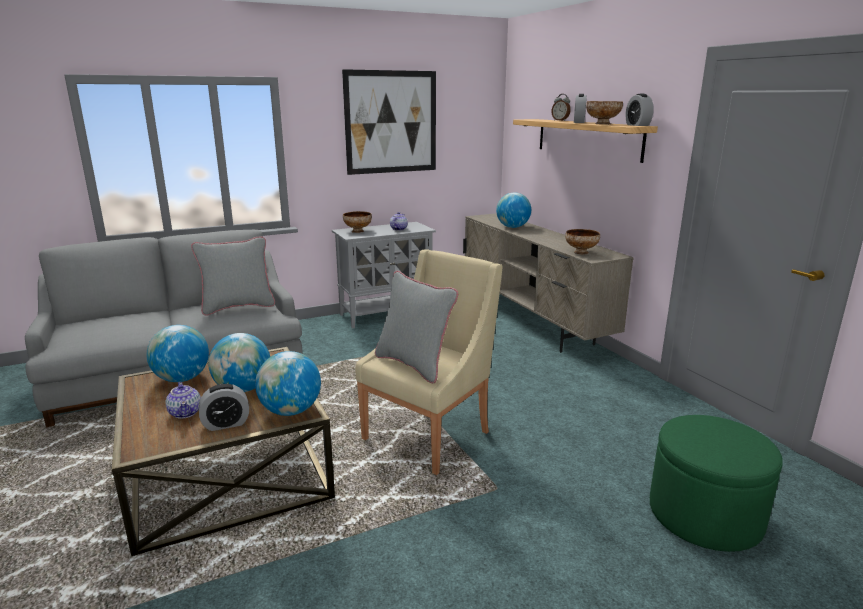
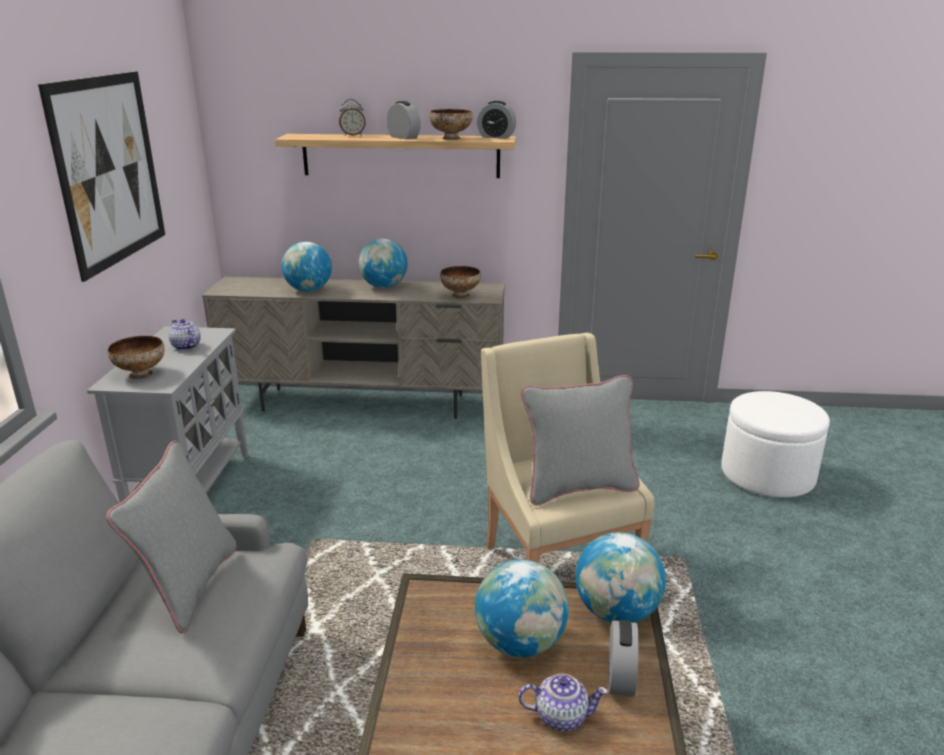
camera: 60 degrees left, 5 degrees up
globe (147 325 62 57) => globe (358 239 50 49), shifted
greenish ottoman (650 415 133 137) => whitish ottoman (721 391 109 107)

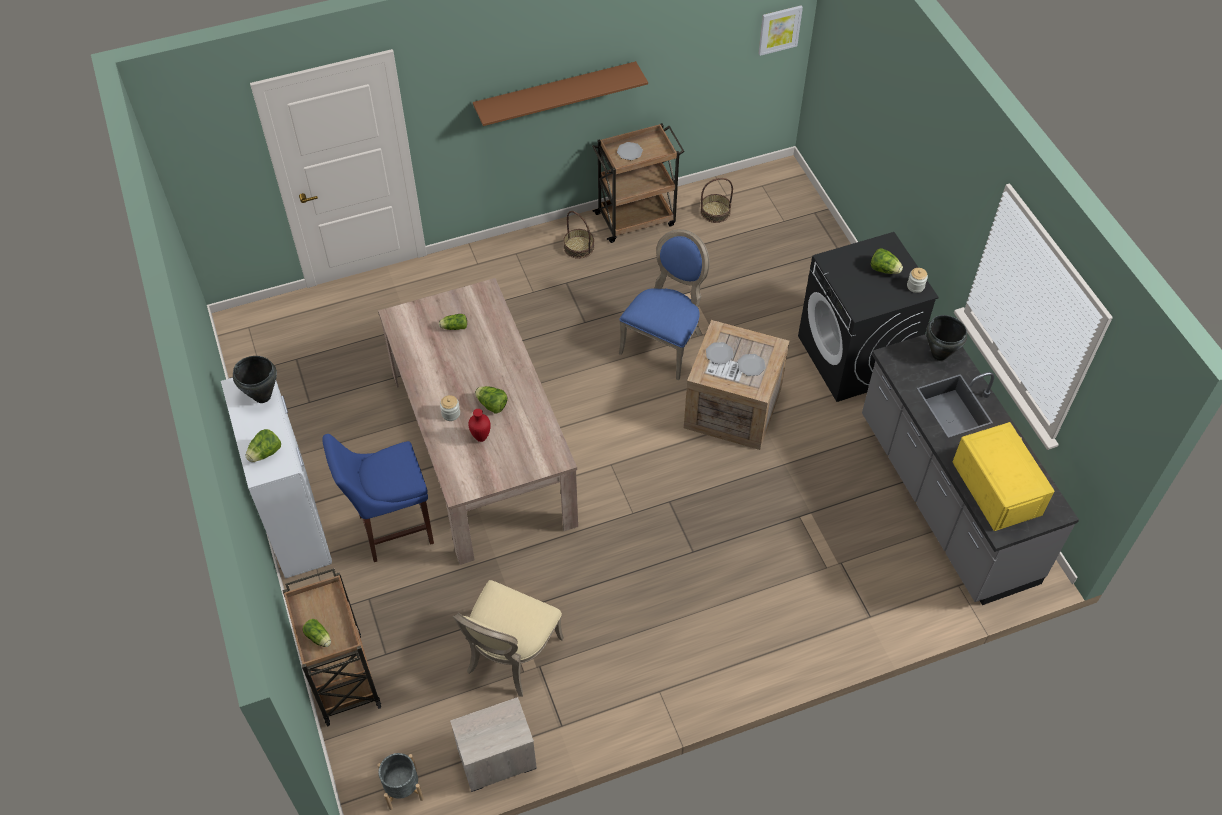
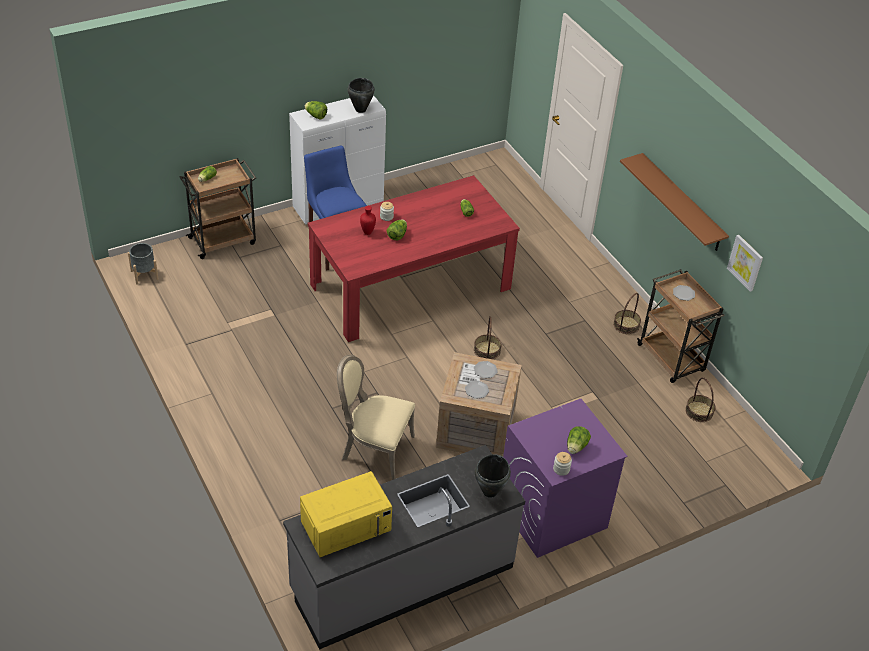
camera: 80 degrees right, 10 degrees down
sand-coloured dinner table (378 278 200 287) => red dinner table (308 175 212 167)
night table (450 697 87 95) => nothing
sand-coloured chair (453 580 111 117) => sand-coloured chair (337 355 78 125), shifted
blue-coloured chair (619 229 91 151) => nothing
wall art (759 5 44 51) => wall art (727 235 36 57), shifted
blackish laundry machine (798 232 141 170) => purple laundry machine (503 399 125 159)
nothing => basket (474 316 28 44)

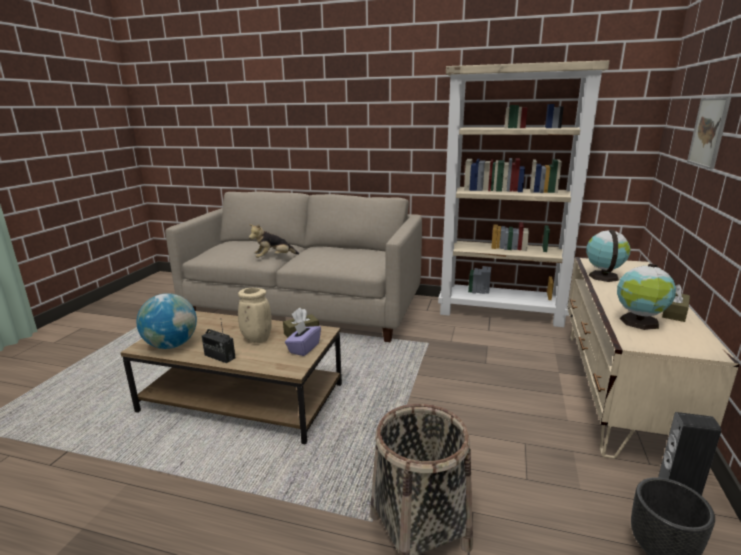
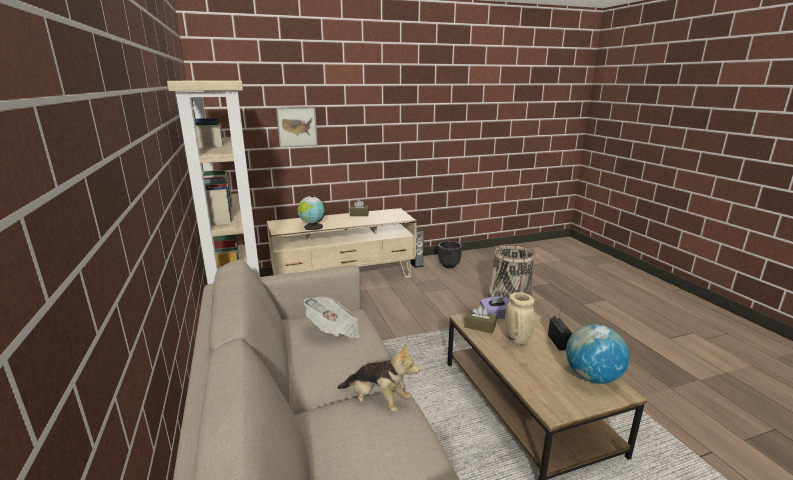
camera: 125 degrees left, 0 degrees up
globe (617 264 59 66) => nothing
nothing => newspaper (303 297 57 42)

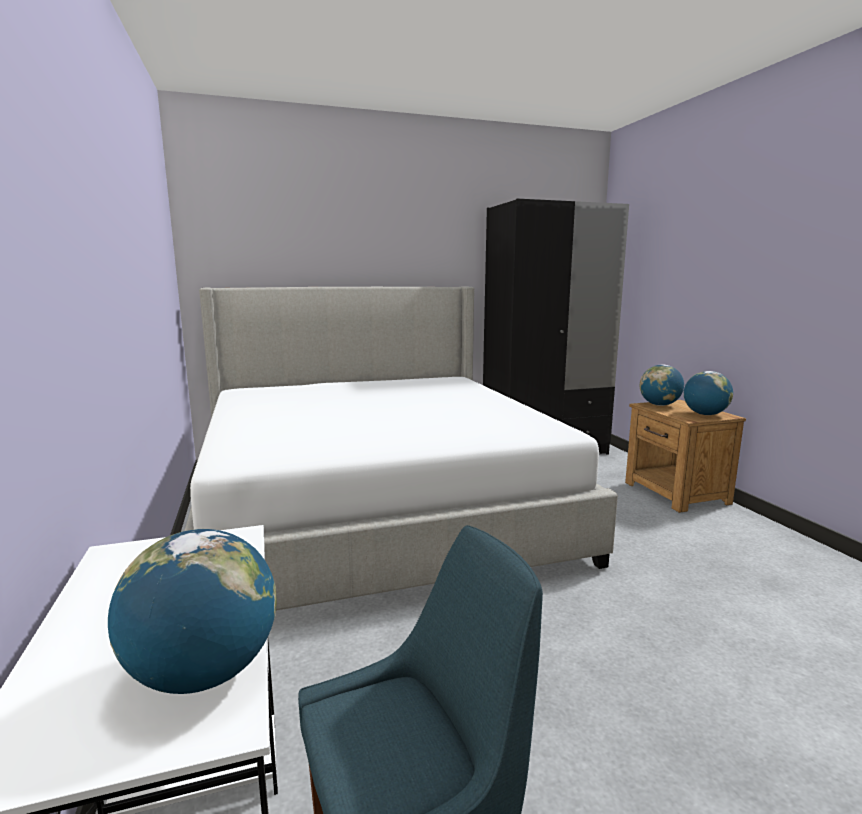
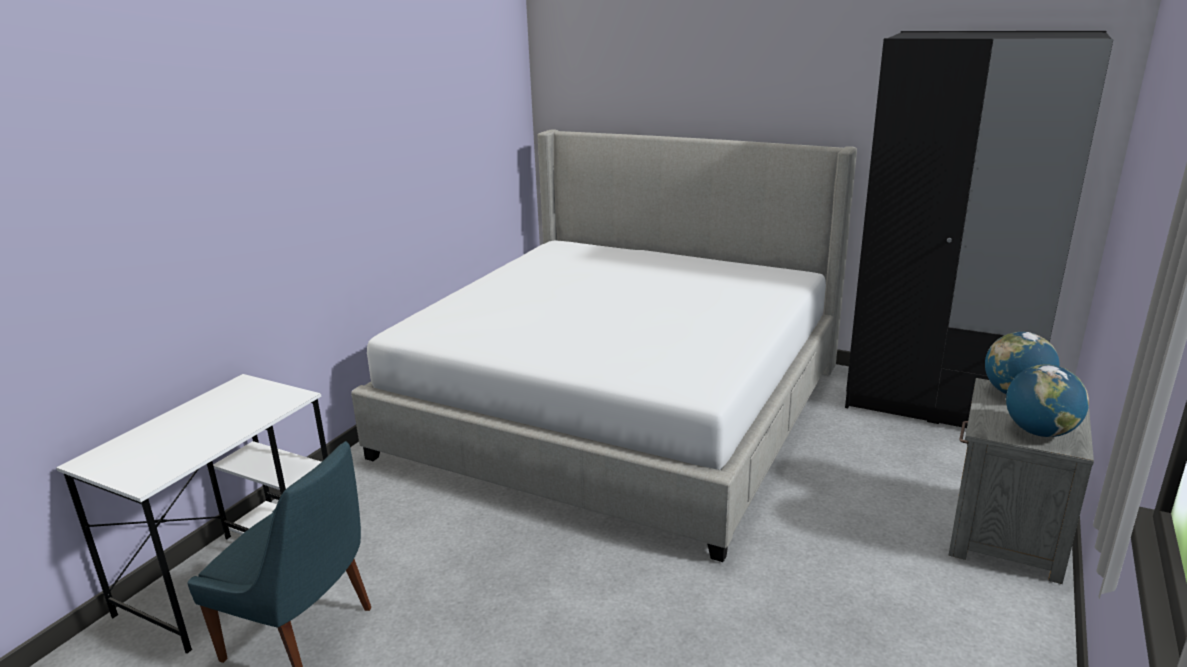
camera: 45 degrees right, 10 degrees up
globe (108 529 168 165) => nothing
brown-coloured night table (625 400 121 113) => grey night table (948 378 146 206)

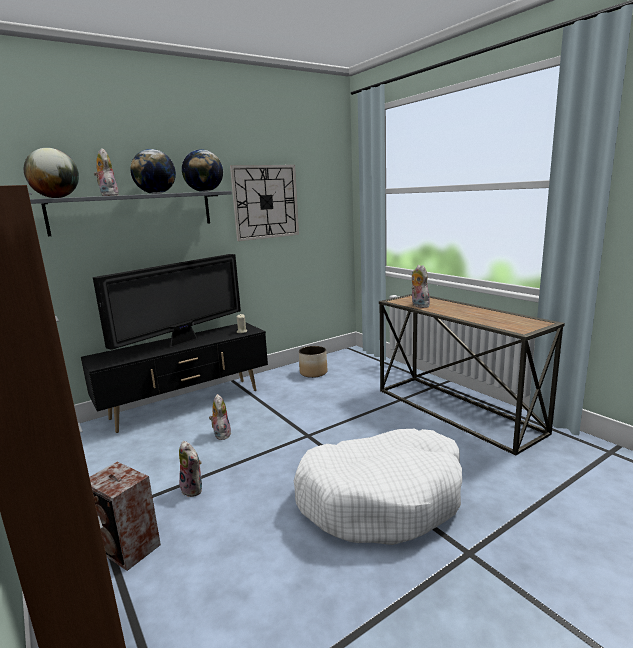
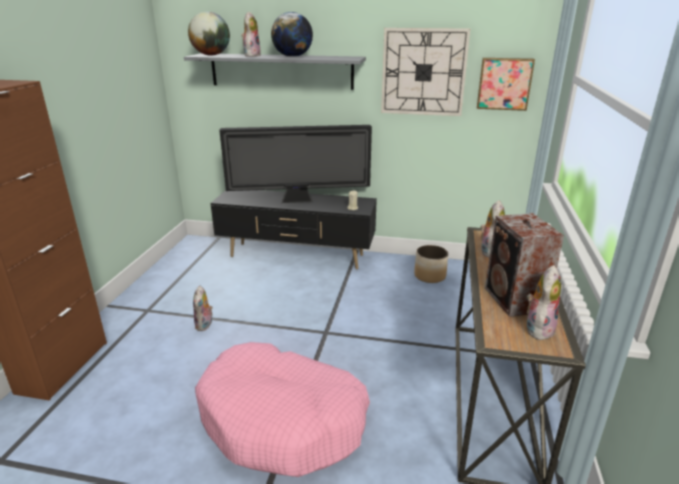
camera: 45 degrees right, 10 degrees up
loudspeaker (90 462 71 109) => loudspeaker (485 213 79 104), shifted
globe (182 149 41 43) => nothing
soft toy (209 394 22 46) => soft toy (527 265 34 75), shifted
whitish dog cushion (294 429 168 116) => pink dog cushion (195 342 175 135)
nothing => wall art (477 58 58 53)

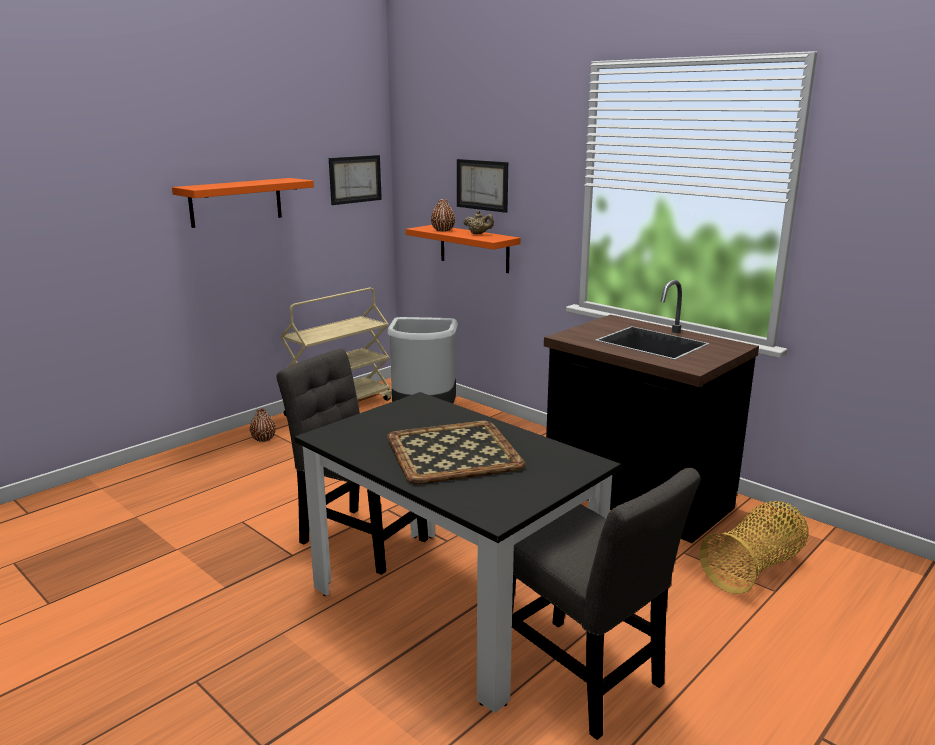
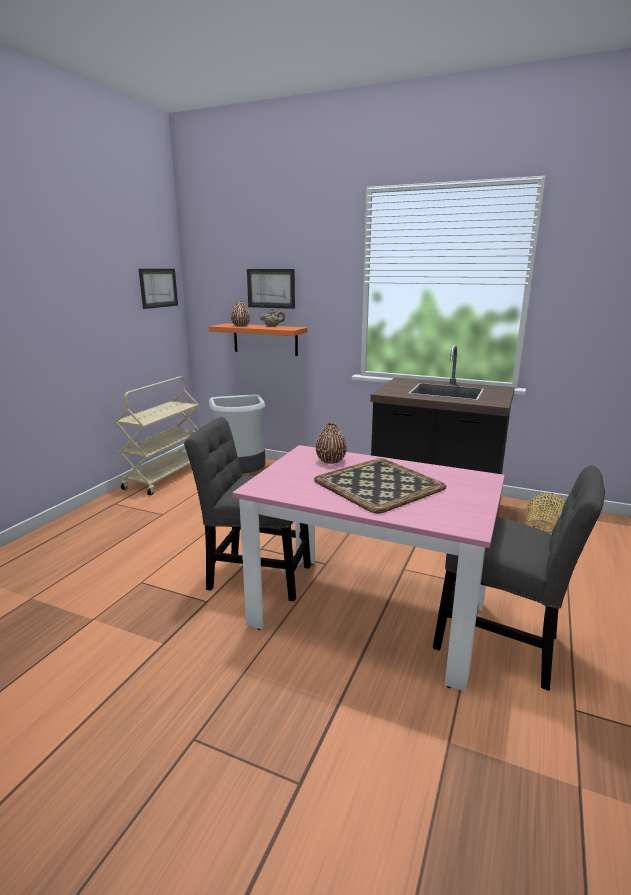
camera: 20 degrees left, 0 degrees up
orange-coloured wall shelf (172 178 142 50) => nothing
brown-coloured decorative vase (250 409 26 33) => brown-coloured decorative vase (316 422 31 42), shifted
blackish dinner table (295 392 326 321) => pink dinner table (232 445 273 247)

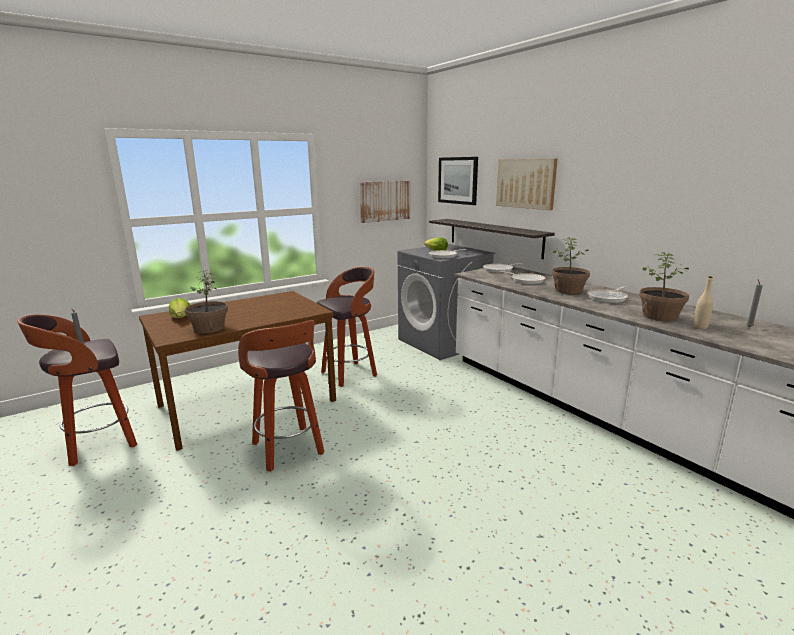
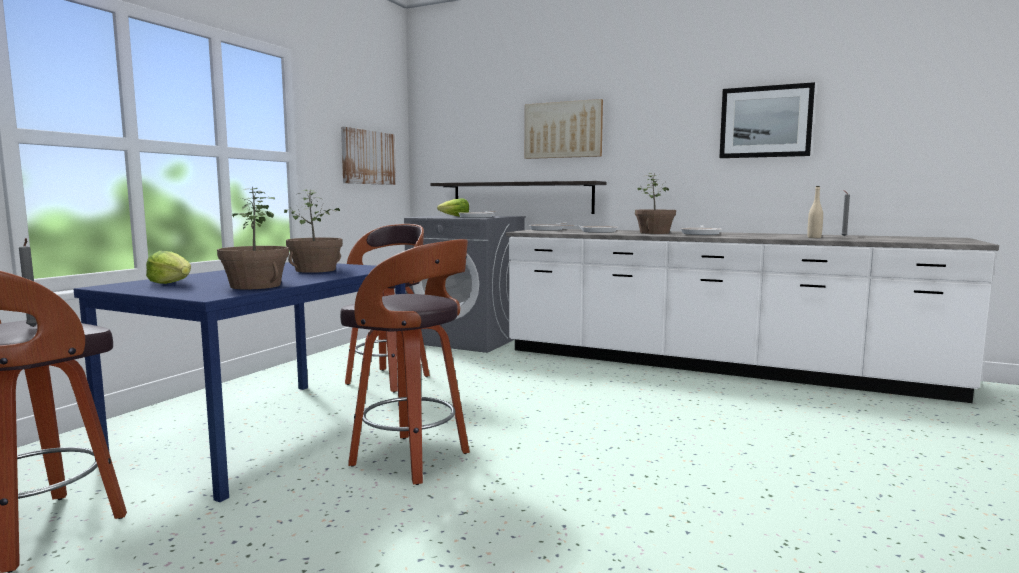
camera: 30 degrees left, 10 degrees down
brown-coloured dinner table (139 291 197 160) => blue-coloured dinner table (74 262 332 240)
wall art (438 157 40 48) => wall art (719 82 96 76), shifted
houseplant (639 252 50 69) => houseplant (284 190 59 83), shifted

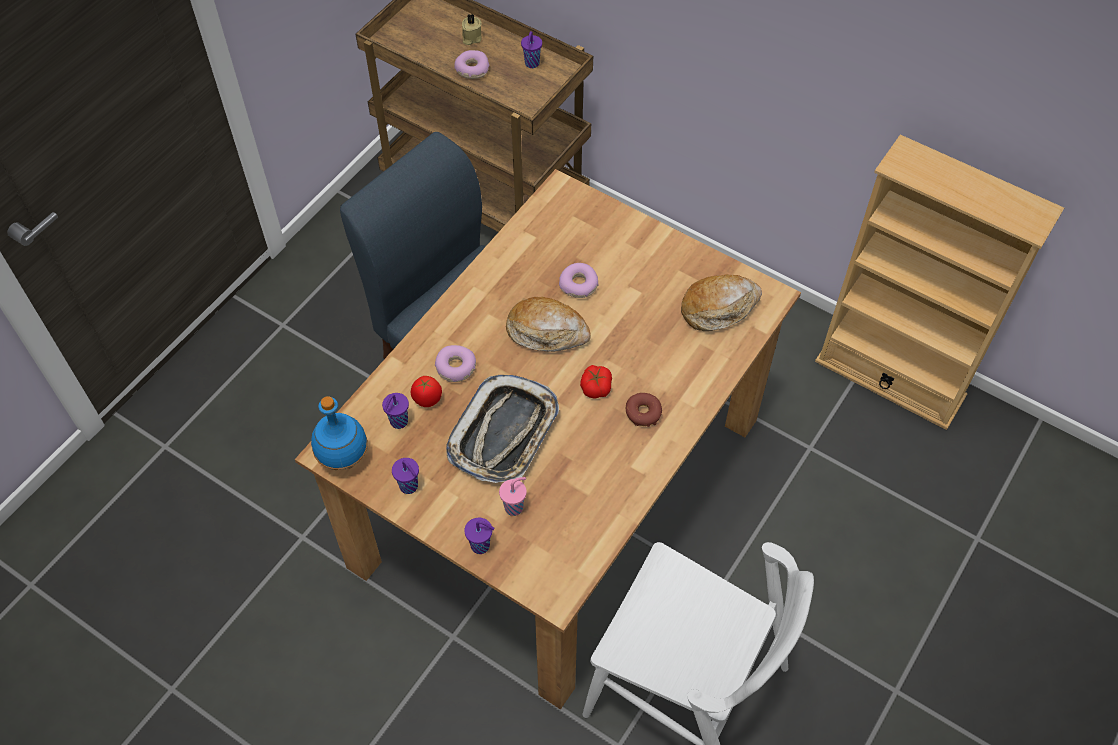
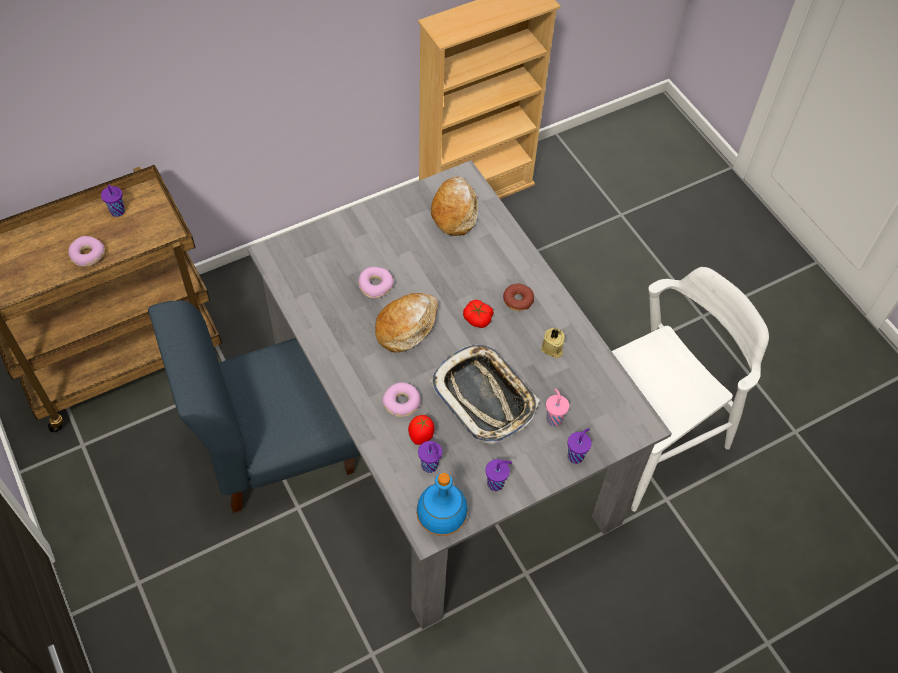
camera: 65 degrees left, 0 degrees up
brown-coloured dinner table (295 169 506 541) => grey dinner table (247 160 425 469)
sand-coloured candle (462 14 20 31) => sand-coloured candle (541 328 24 30), shifted

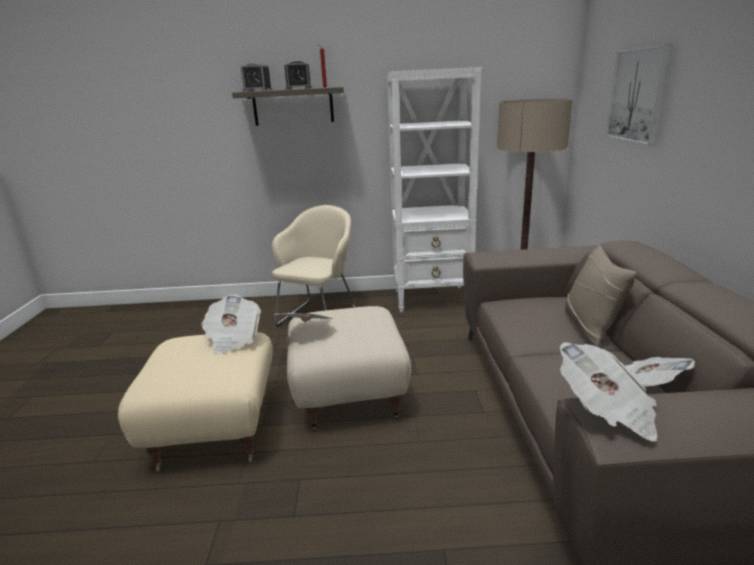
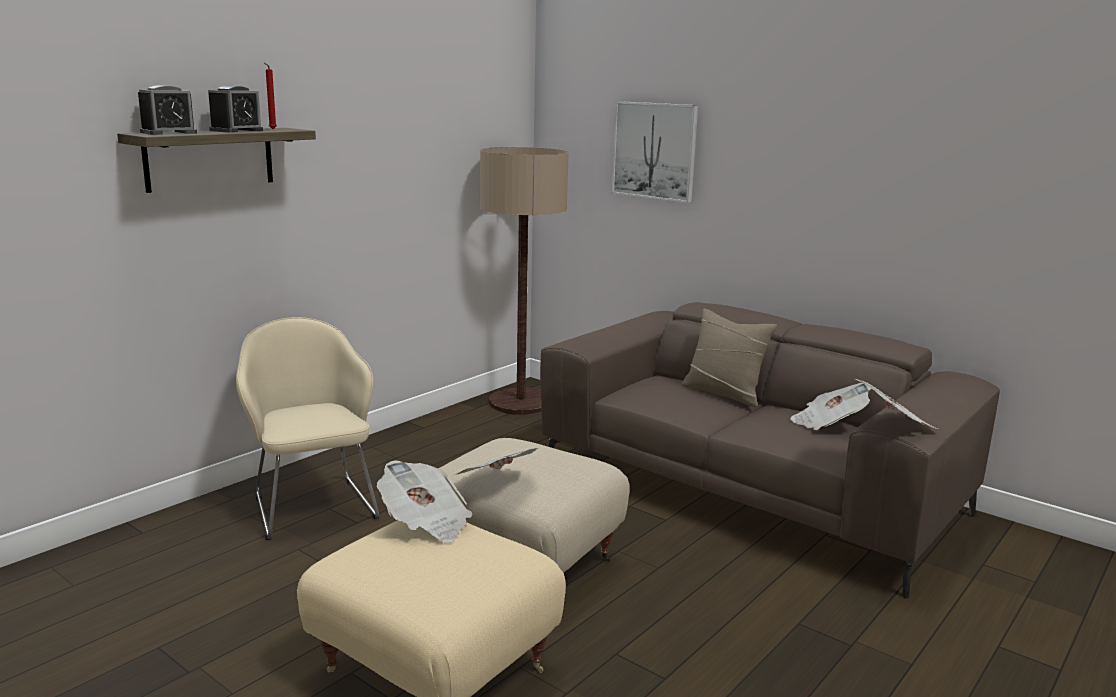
camera: 50 degrees left, 5 degrees down
whitish bookshelf (387 67 94 245) => nothing

